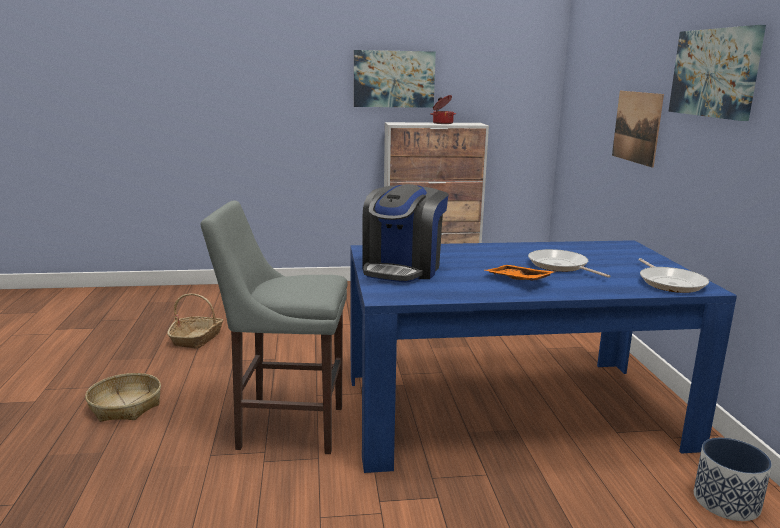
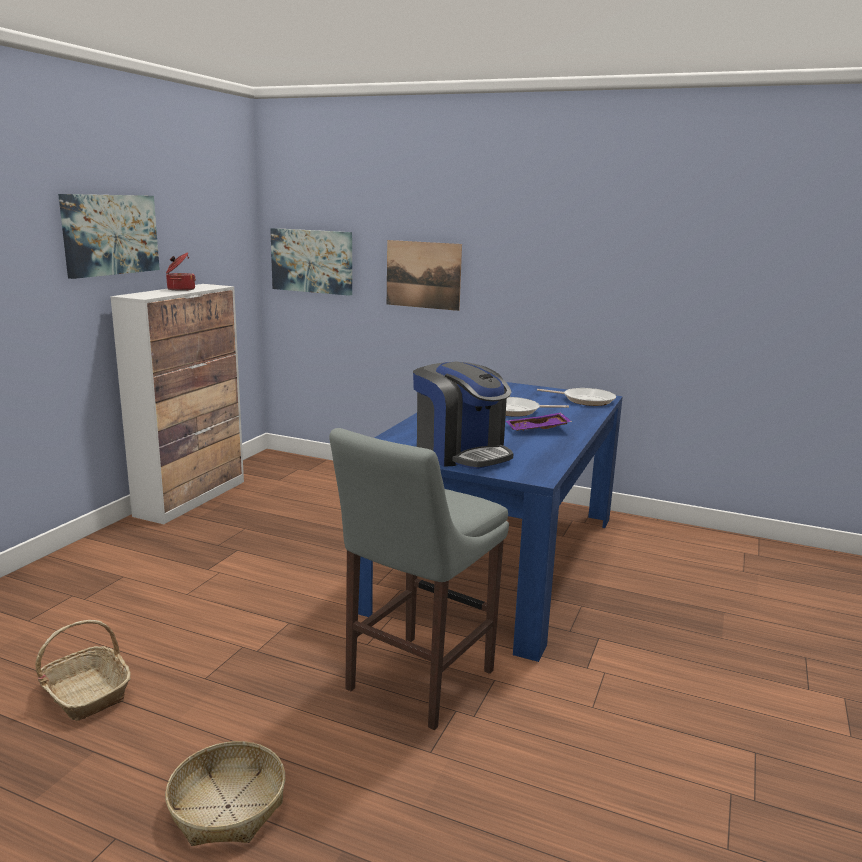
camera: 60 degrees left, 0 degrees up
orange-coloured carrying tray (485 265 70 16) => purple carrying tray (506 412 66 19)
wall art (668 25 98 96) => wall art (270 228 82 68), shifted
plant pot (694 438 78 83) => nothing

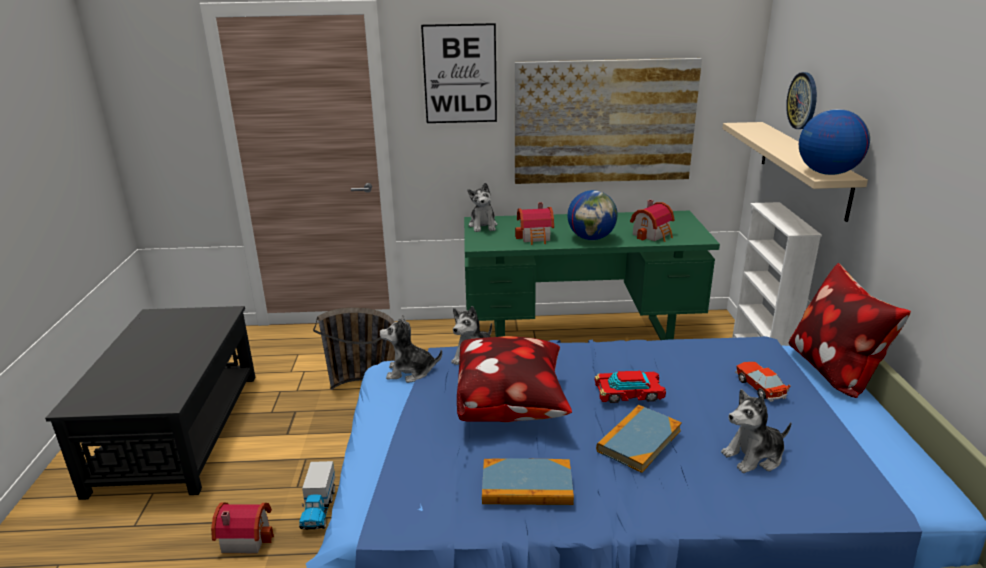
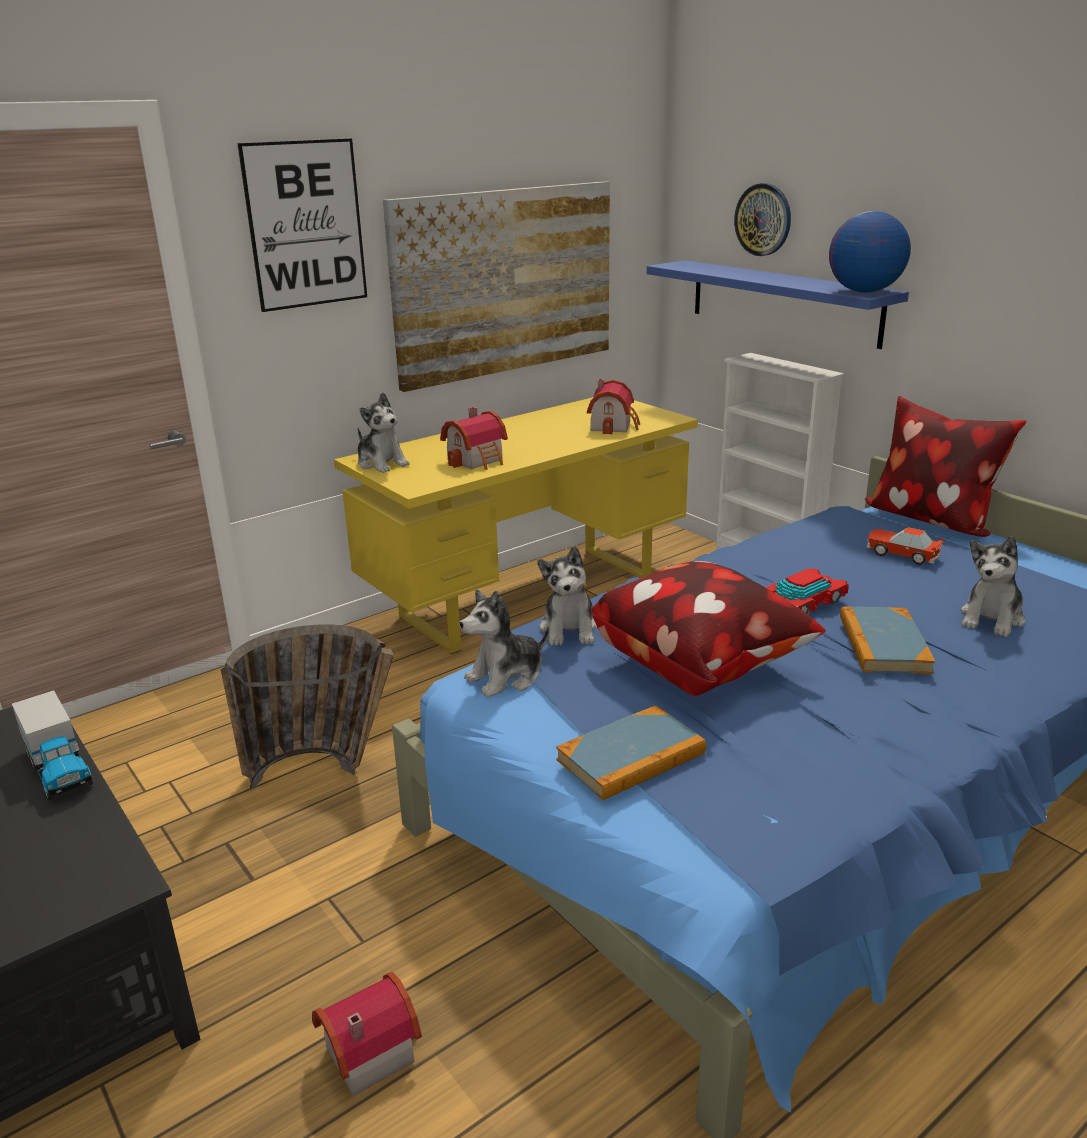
camera: 35 degrees left, 0 degrees up
model truck (299 461 36 69) => model truck (12 690 81 110), shifted
greenish desk (464 211 256 129) => yellowish desk (334 398 364 256)
bound book (482 458 92 47) => bound book (556 705 150 95), shifted
globe (567 190 51 50) => nothing
sand-coloured wall shelf (722 122 146 100) => blue-coloured wall shelf (647 260 262 89)

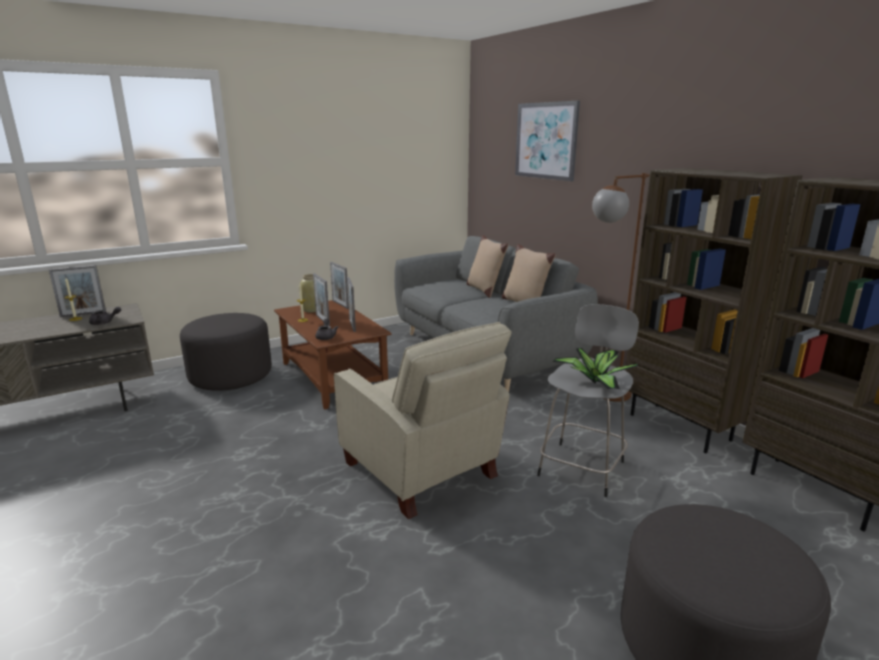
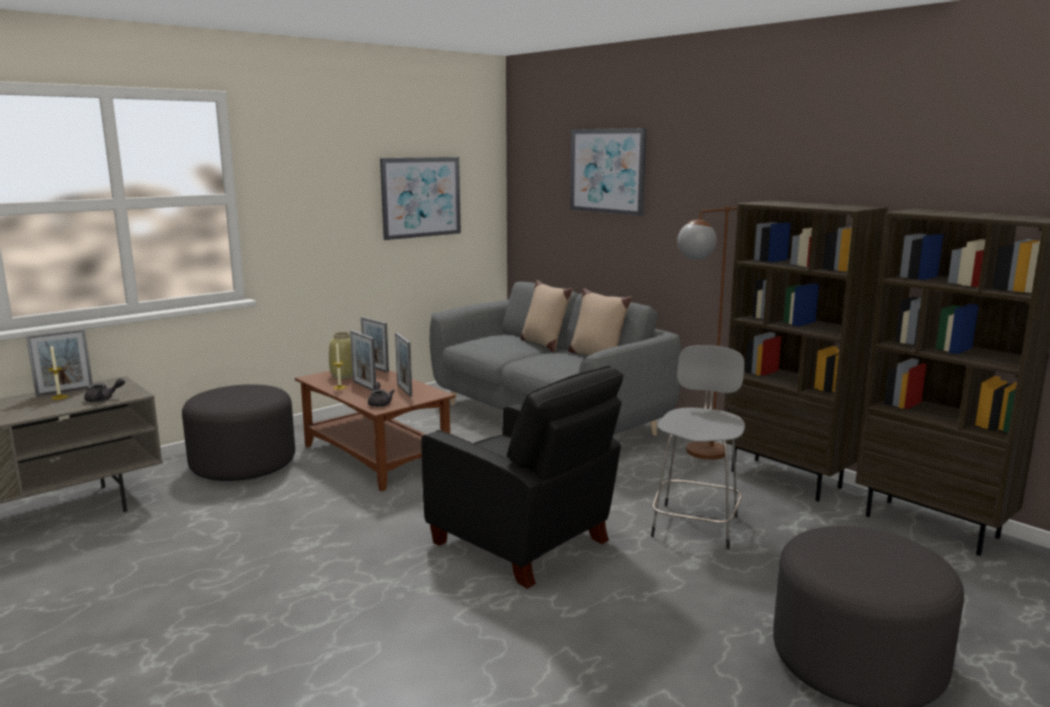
camera: 10 degrees left, 5 degrees down
sand-coloured lounge chair (334 322 178 197) => blackish lounge chair (421 366 202 223)
houseplant (553 348 85 41) => nothing
nothing => wall art (380 157 81 83)

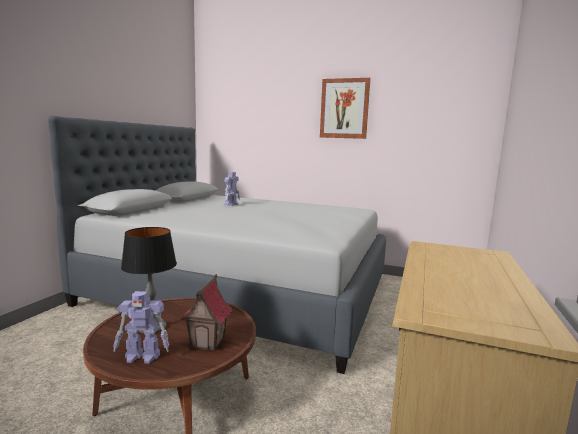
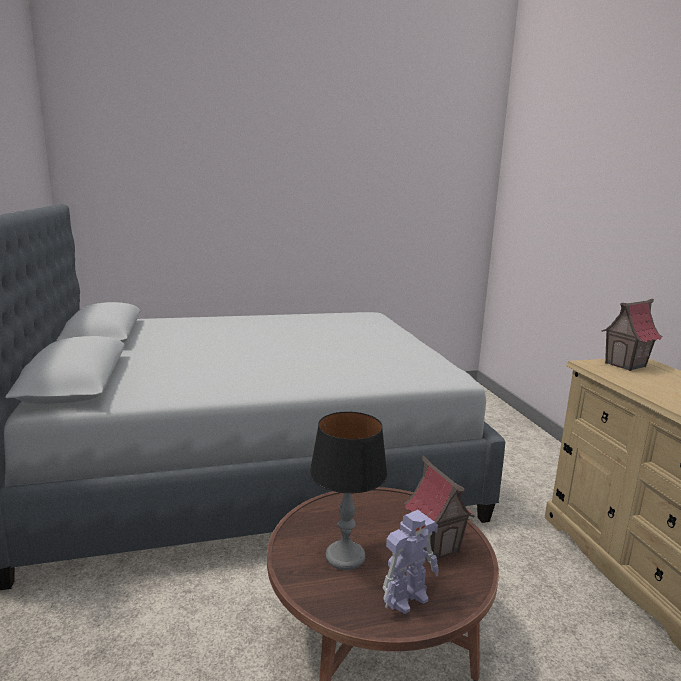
camera: 35 degrees left, 5 degrees up
model robot (224 172 16 34) => nothing
wall art (320 78 51 61) => nothing
nothing => model house (601 299 61 72)

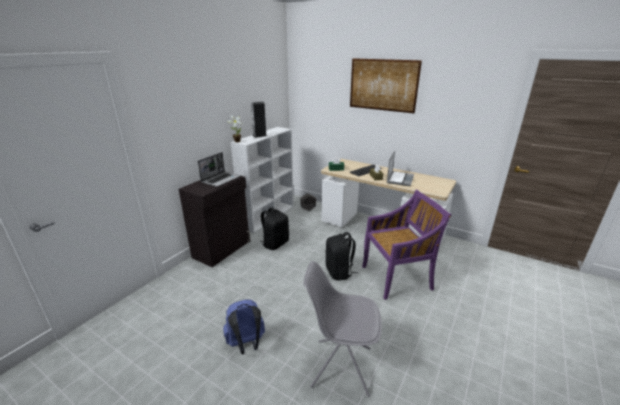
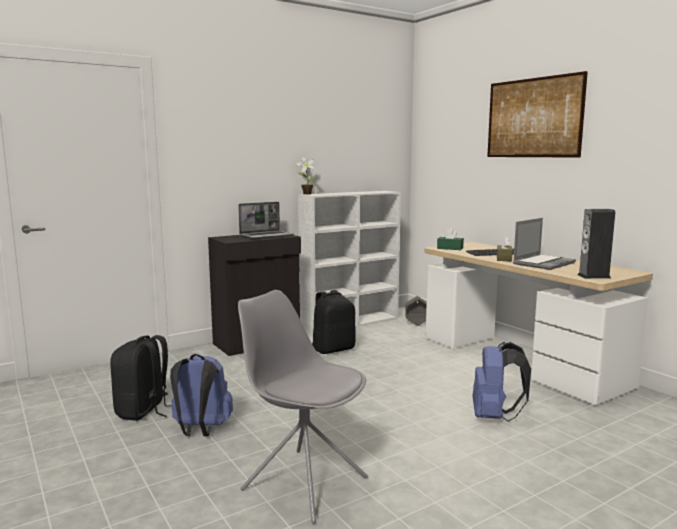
camera: 25 degrees right, 15 degrees down
loudspeaker (251 102 16 36) => loudspeaker (577 209 38 70), shifted
blackish knapsack (325 232 33 49) => blackish knapsack (110 335 62 86), shifted
purple chair (362 190 90 110) => blue-coloured knapsack (473 342 58 79)

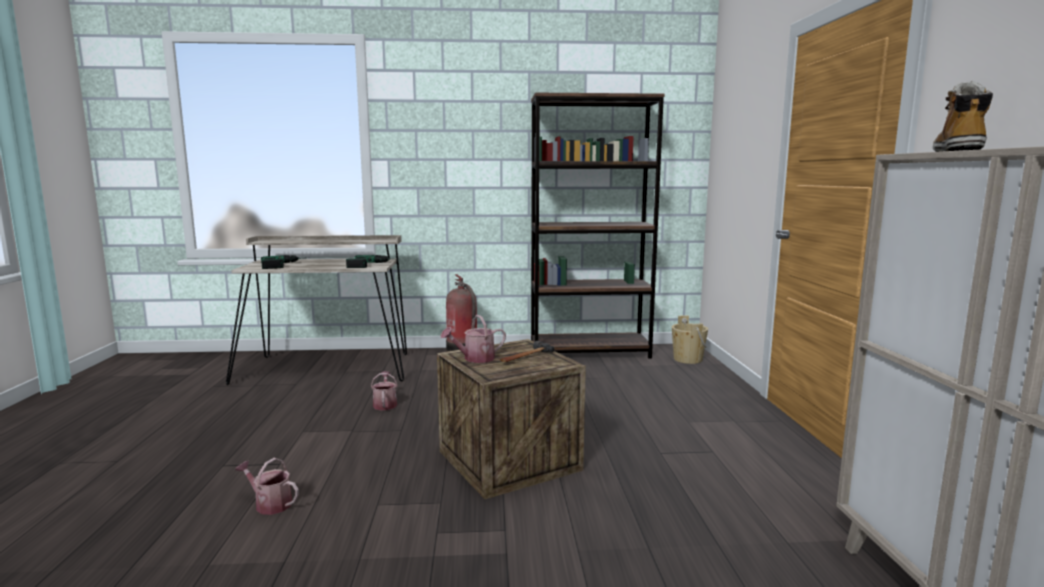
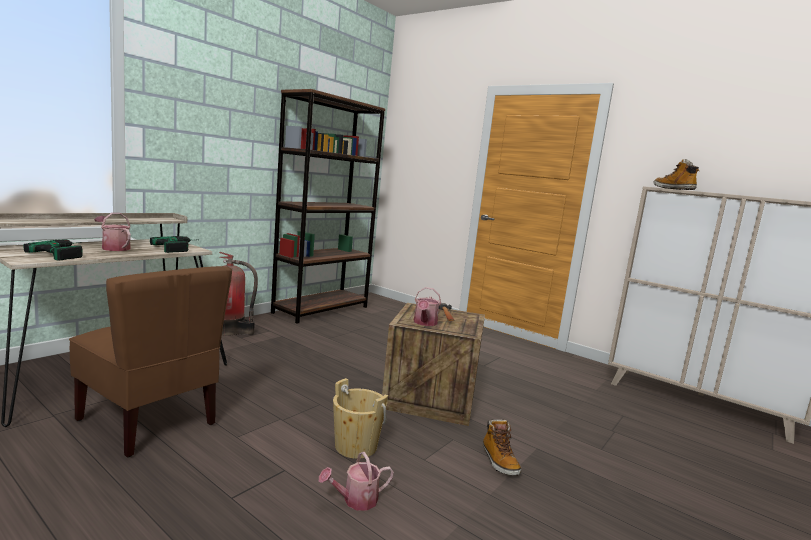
camera: 50 degrees left, 0 degrees up
watering pot (371 371 27 39) => watering pot (94 213 37 38), shifted
sand-coloured pail (672 315 36 49) => sand-coloured pail (333 378 55 81), shifted
nothing => brown-coloured chair (69 266 163 191)
nothing => tall boot (483 419 38 56)

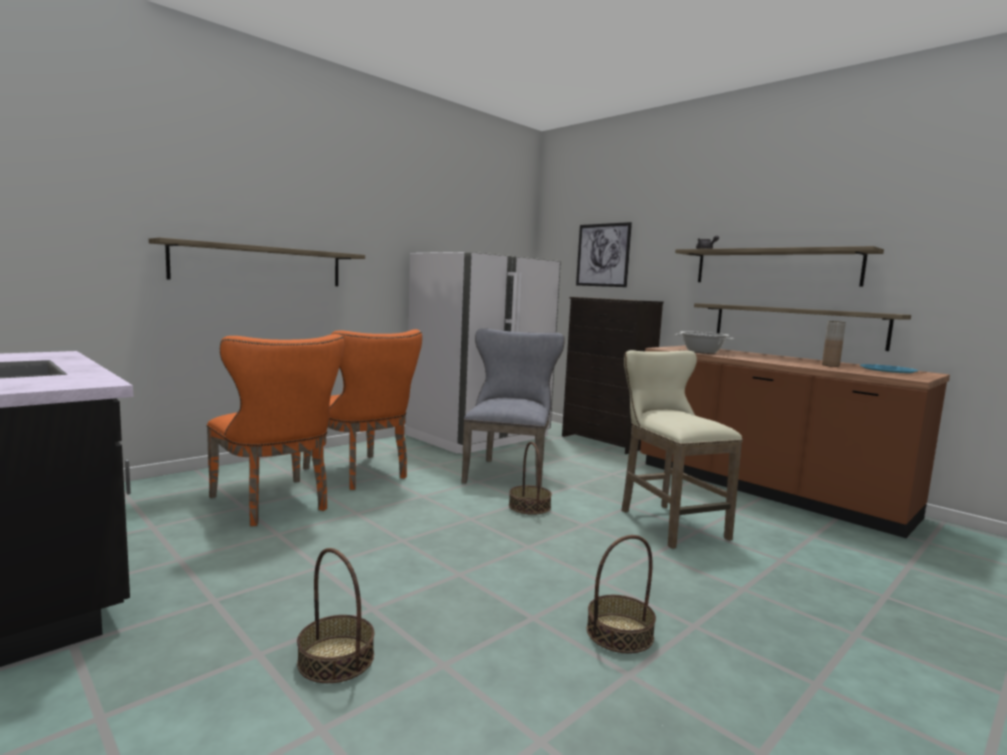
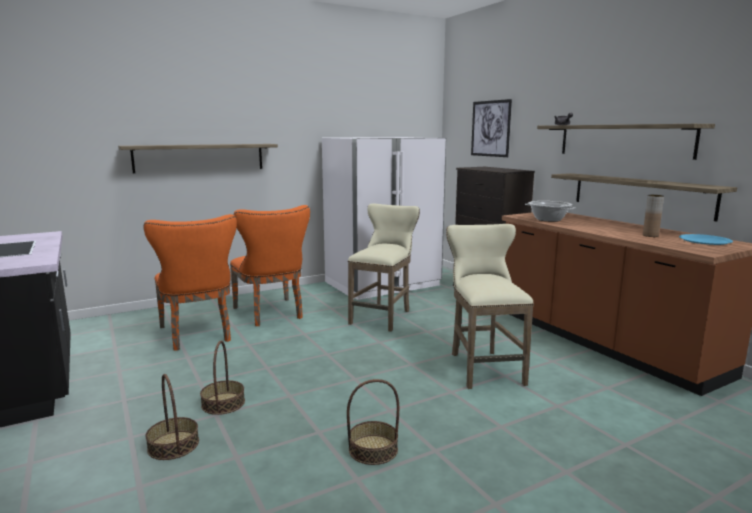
camera: 15 degrees right, 5 degrees up
grey chair (461 328 104 159) => sand-coloured stool (348 204 72 128)
basket (509 442 43 73) => basket (200 341 45 74), shifted

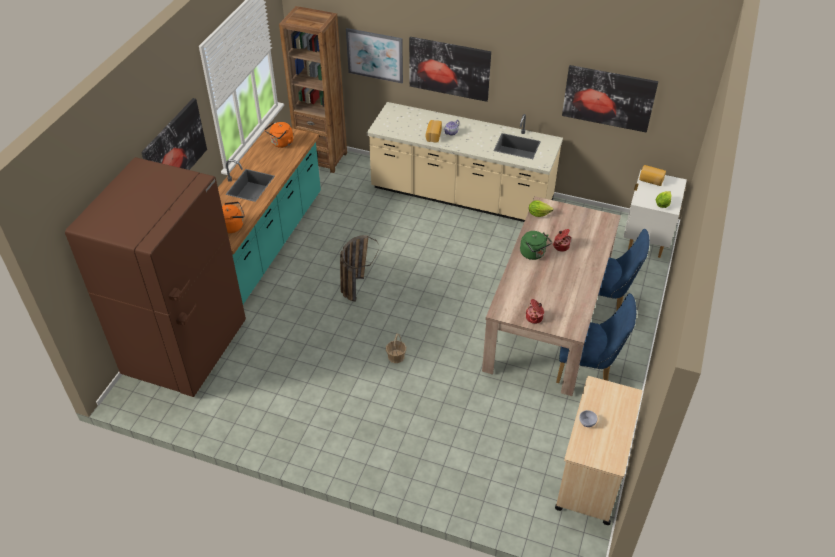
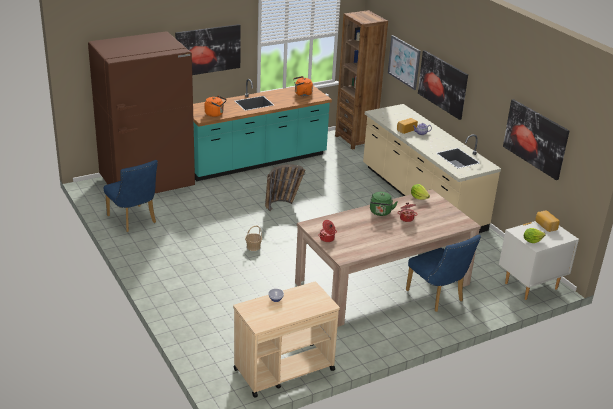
camera: 40 degrees right, 15 degrees down
blue-coloured chair (556 293 81 90) => blue-coloured chair (104 160 54 72), shifted

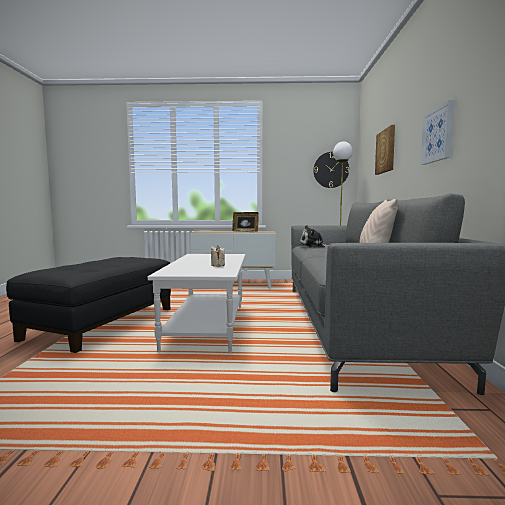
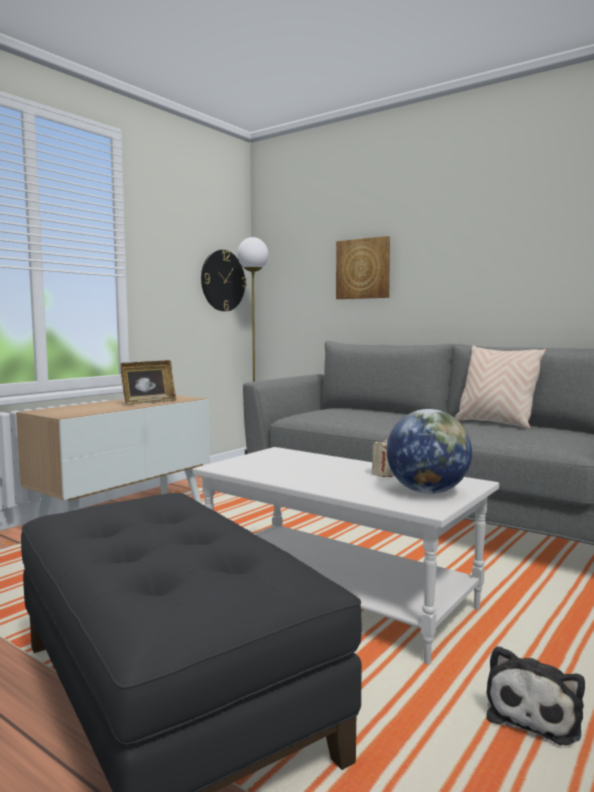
camera: 55 degrees left, 0 degrees up
soft toy (299 225 29 23) => soft toy (486 646 99 99), shifted
wall art (420 100 34 65) => nothing
nothing => globe (387 409 85 85)

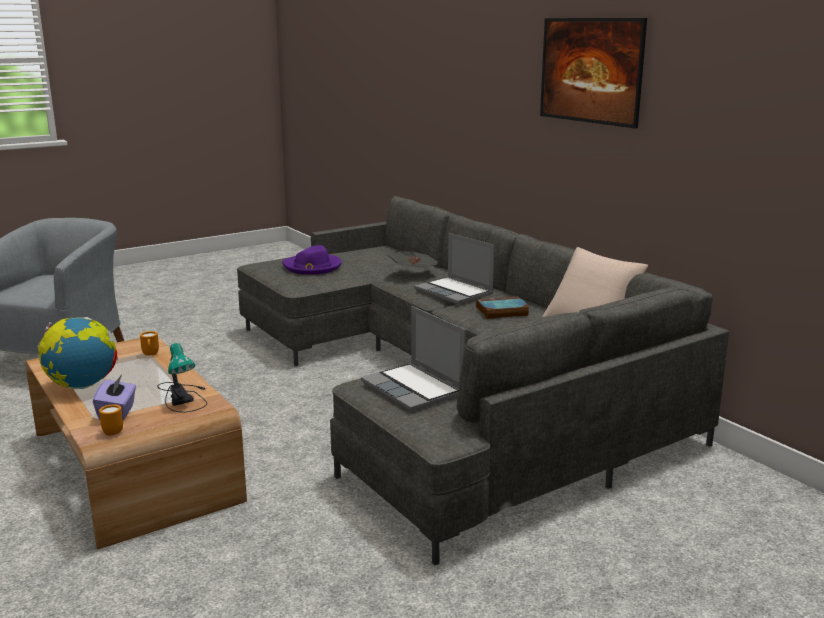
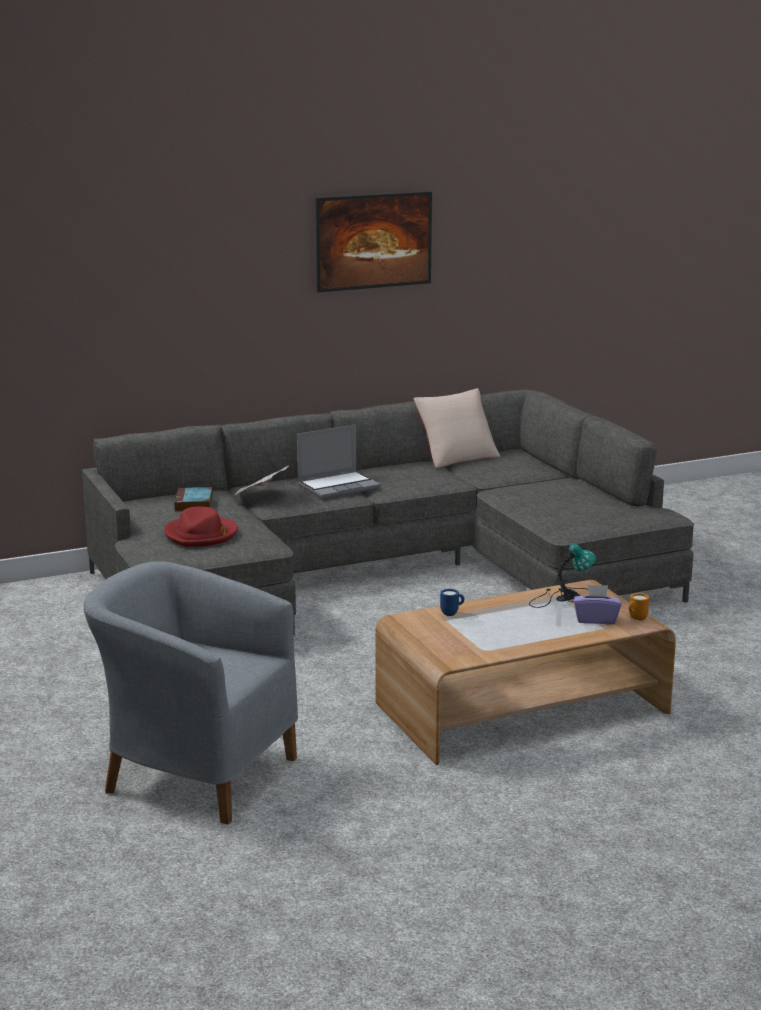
camera: 80 degrees left, 0 degrees up
globe (37 317 81 72) => nothing
orange-coloured mug (140 331 19 25) => blue-coloured mug (440 589 25 27)
purple wearable hat (282 245 60 29) => red wearable hat (164 506 74 41)
laptop (361 306 104 106) => nothing
bound book (476 296 54 23) => bound book (174 487 39 24), shifted

